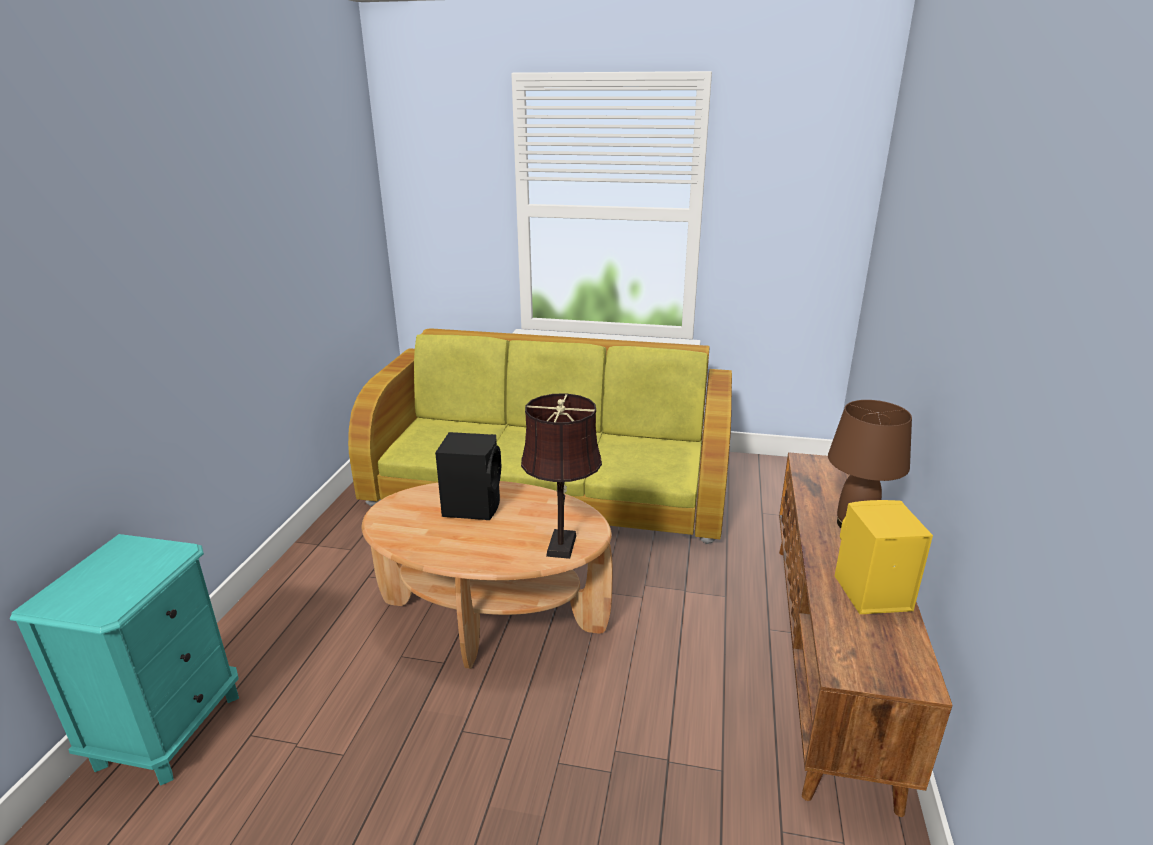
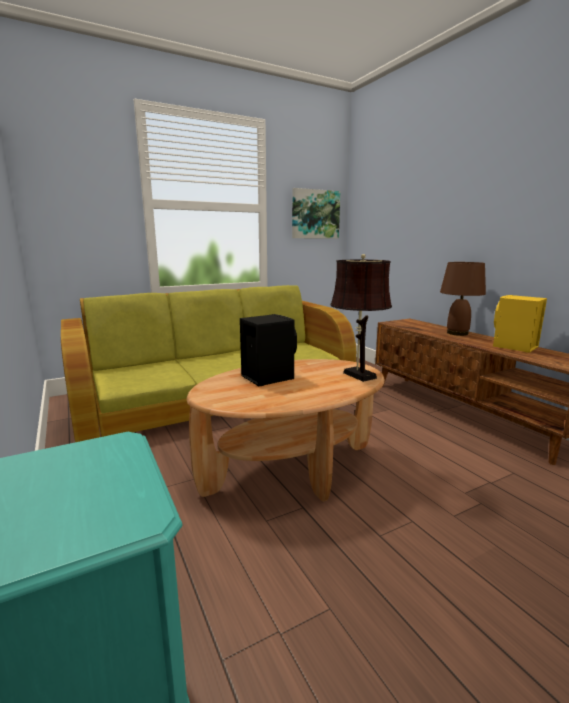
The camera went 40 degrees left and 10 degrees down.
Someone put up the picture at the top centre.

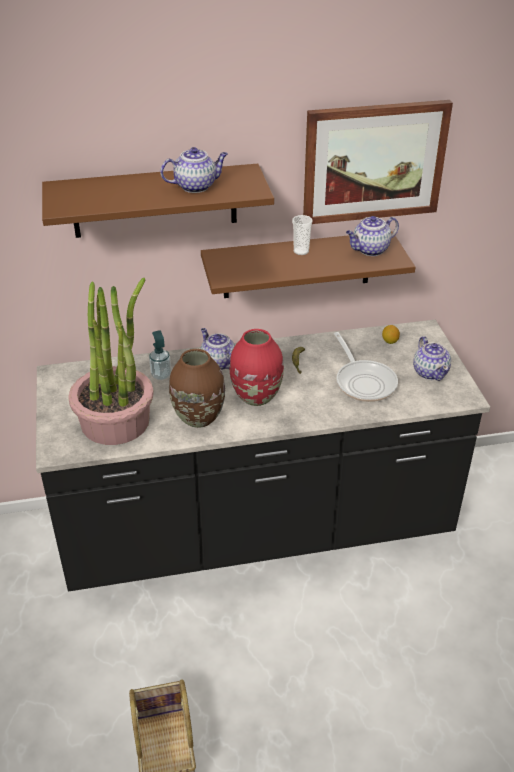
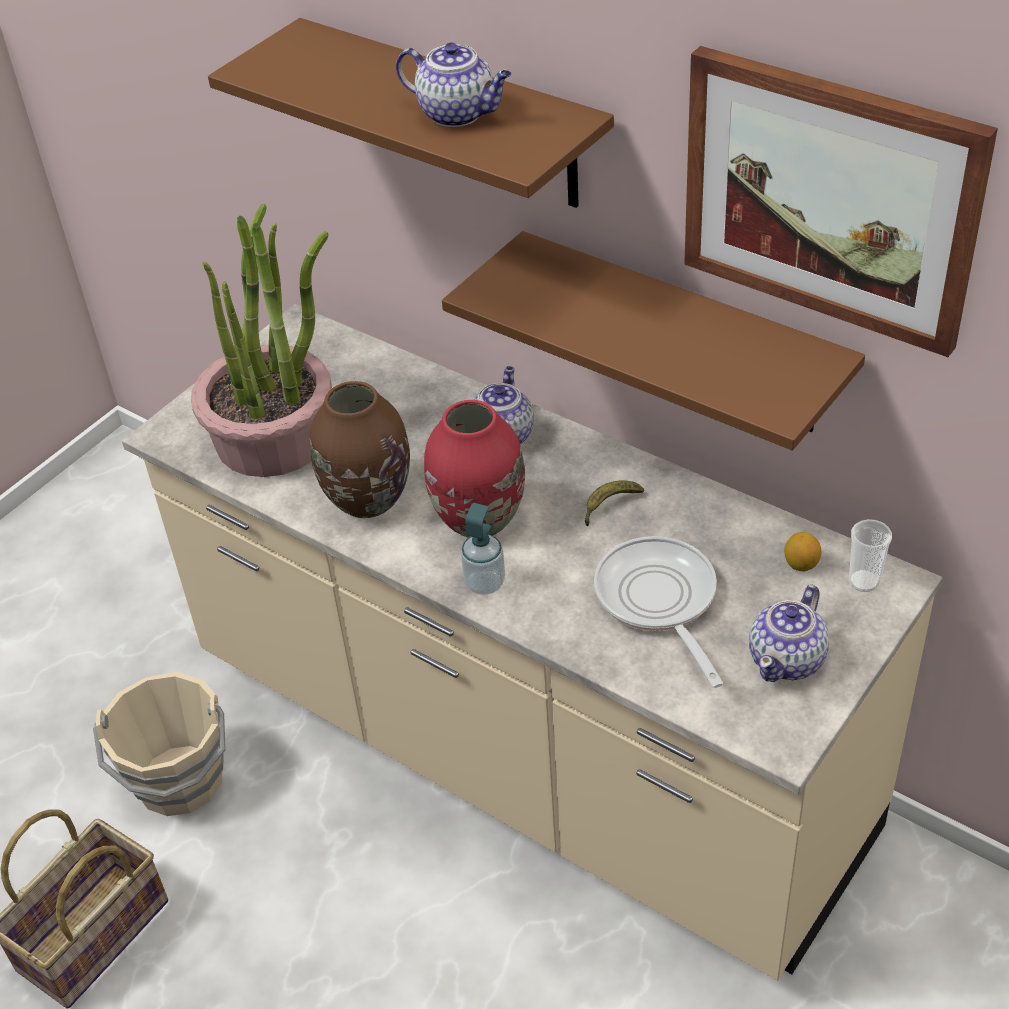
The camera went 50 degrees right and 5 degrees up.
Someone put down the beige_bucket at the bottom left.
Someone repainted the black_counter at the centre, which became the beige_counter at the centre.
Someone carried the soap_dispenser from the middle left to the centre.
Someone rotated the frying_pan at the middle right by 135 degrees clockwise.
Someone carried the cup from the top centre to the middle right.
Someone took away the teapot (no. 3 from left) at the top right.

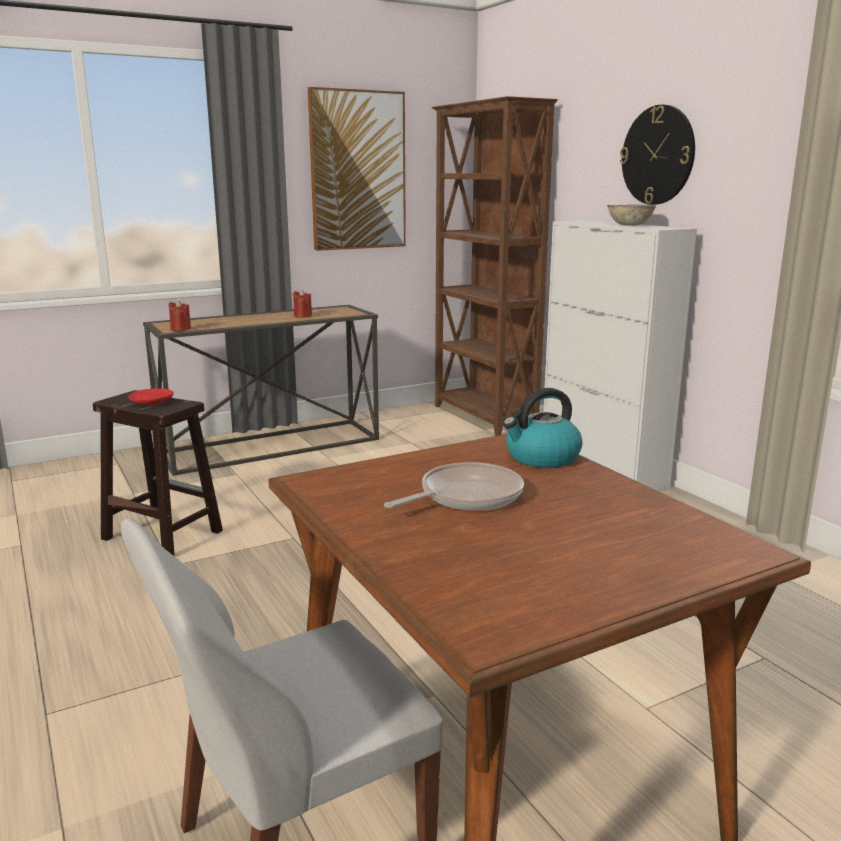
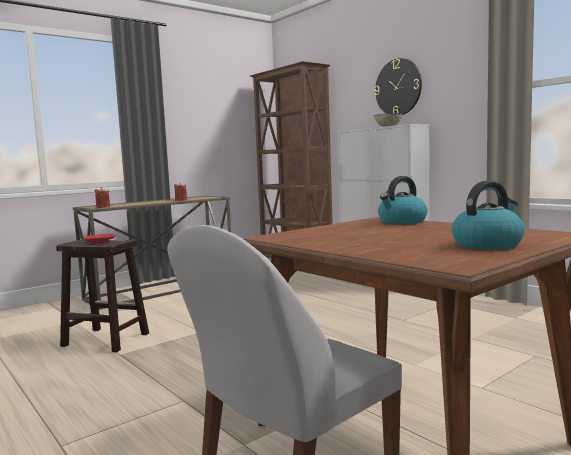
The camera went 10 degrees left and 10 degrees down.
Someone put down the kettle (no. 2 from left) at the middle right.
Someone took away the picture at the top centre.
Someone took away the frying_pan at the centre.

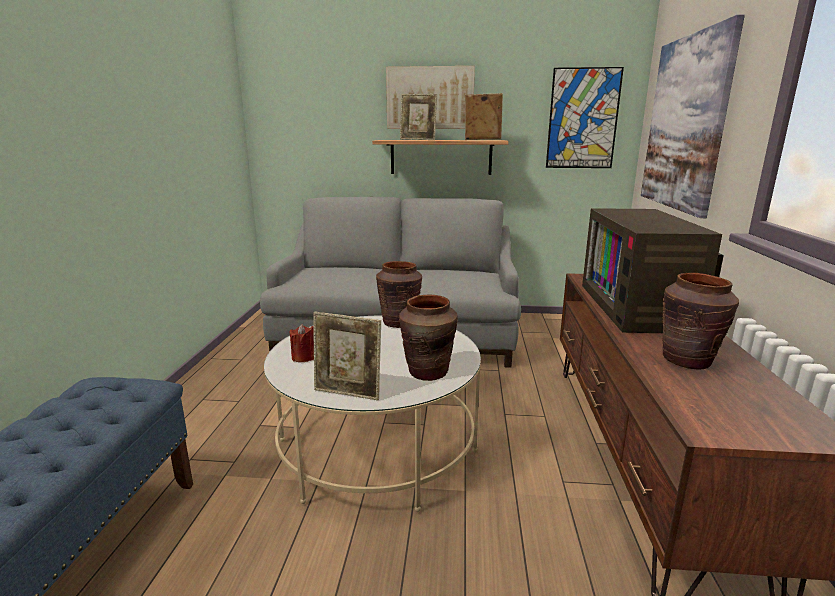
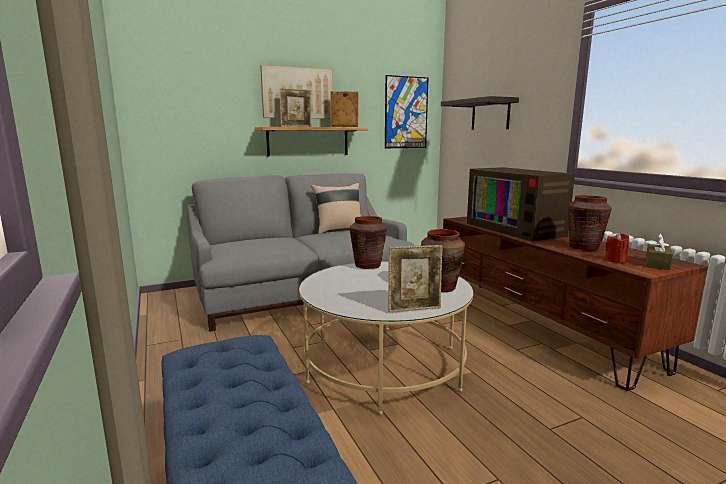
The camera went 30 degrees left and 5 degrees down.
Someone put down the beige_pillow at the centre.
Someone swapped the picture (no. 3 from left) at the top right for the shelf (no. 2 from left) at the top centre.
Someone carried the red_candle from the centre to the middle right.
Someone put down the brown_tissue_box at the middle right.

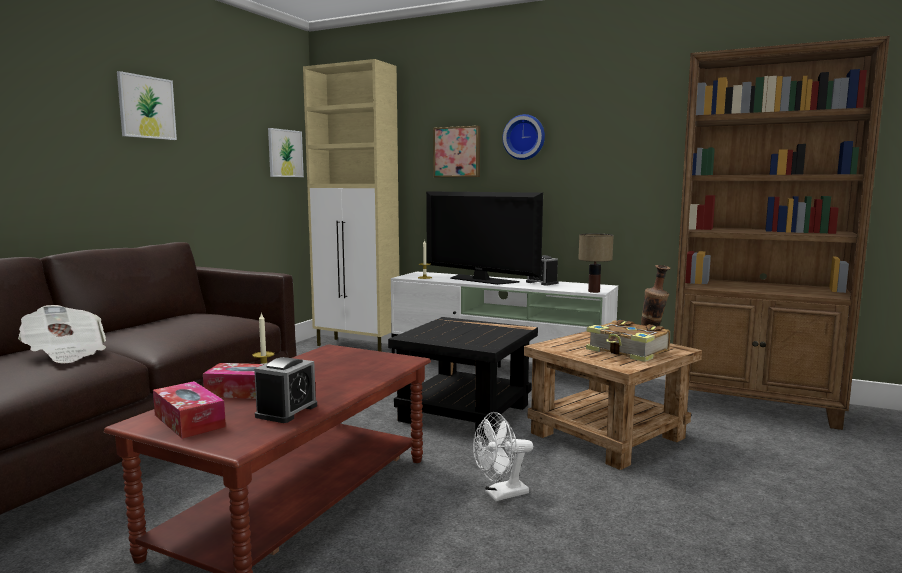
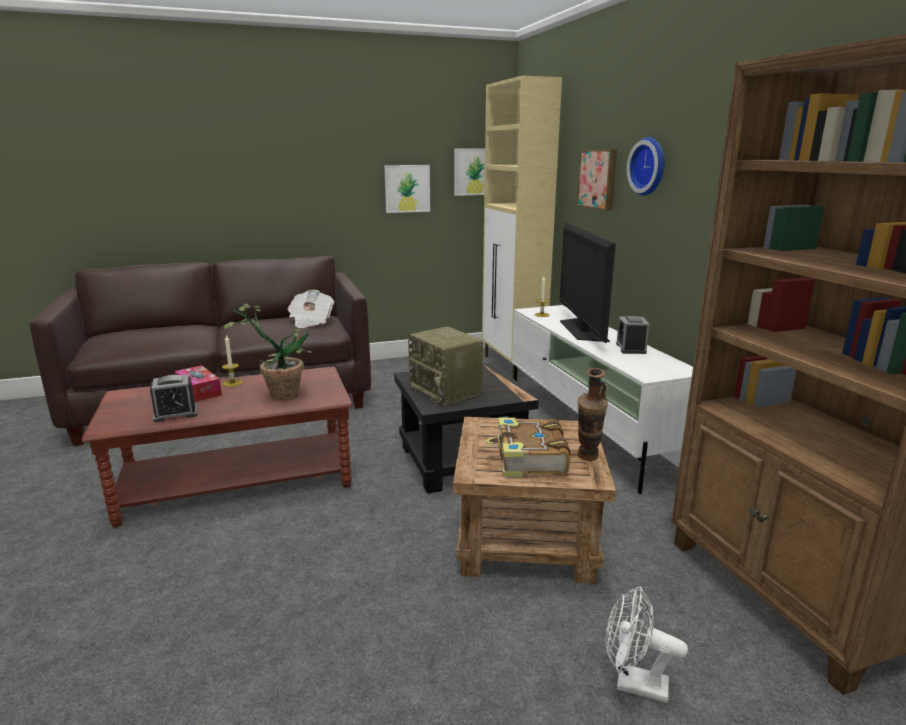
The camera went 45 degrees right and 10 degrees up.
Someone put down the potted_plant at the middle left.
Someone carried the newspaper from the middle left to the centre.
Someone carried the picture (no. 1 from left) from the top left to the top centre.
Someone put down the radio at the centre.
Someone carried the white_fan from the bottom centre to the bottom right.
Someone took away the tissue_box (no. 1 from left) at the bottom left.
Someone took away the table_lamp at the centre.

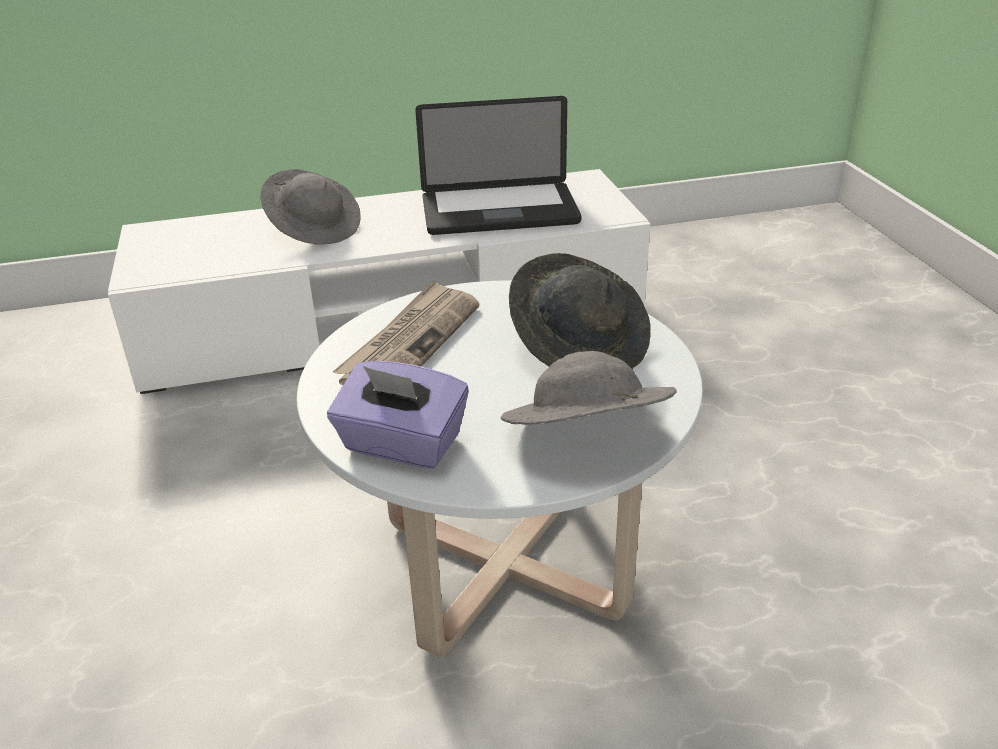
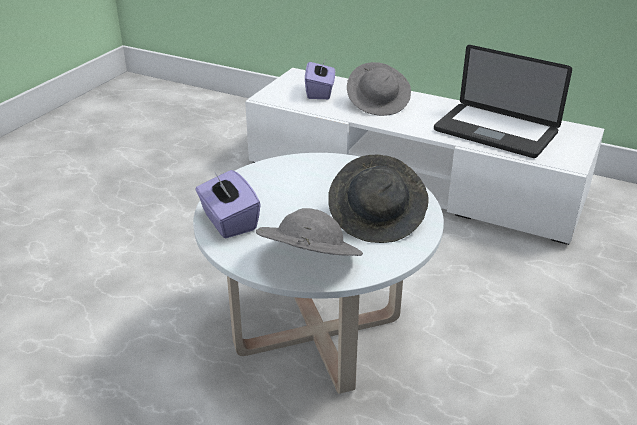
The camera went 40 degrees right and 0 degrees up.
Someone put down the purple_tissue_box (no. 2 from left) at the top centre.
Someone took away the newspaper at the centre.

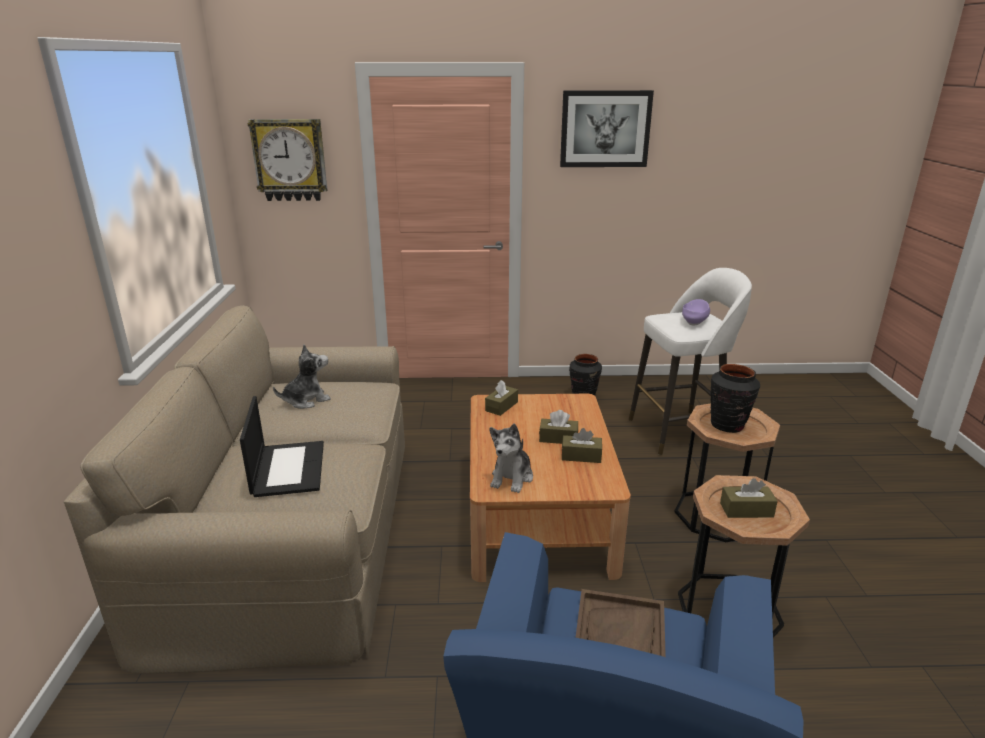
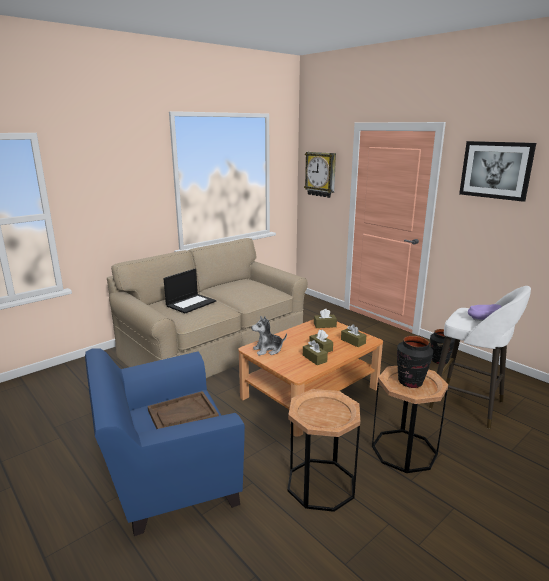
The camera went 50 degrees right and 5 degrees down.
Someone carried the brown_tissue_box (no. 4 from left) from the bottom right to the centre.
Someone took away the plush_toy (no. 1 from left) at the middle left.

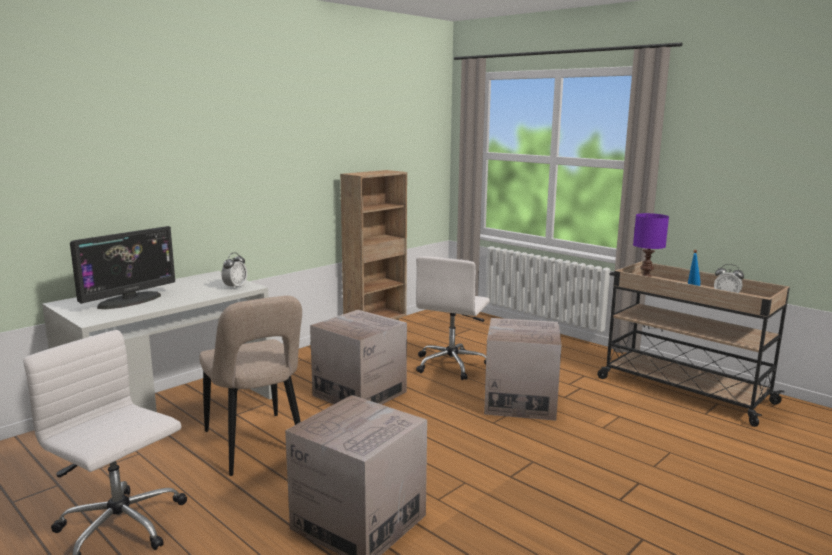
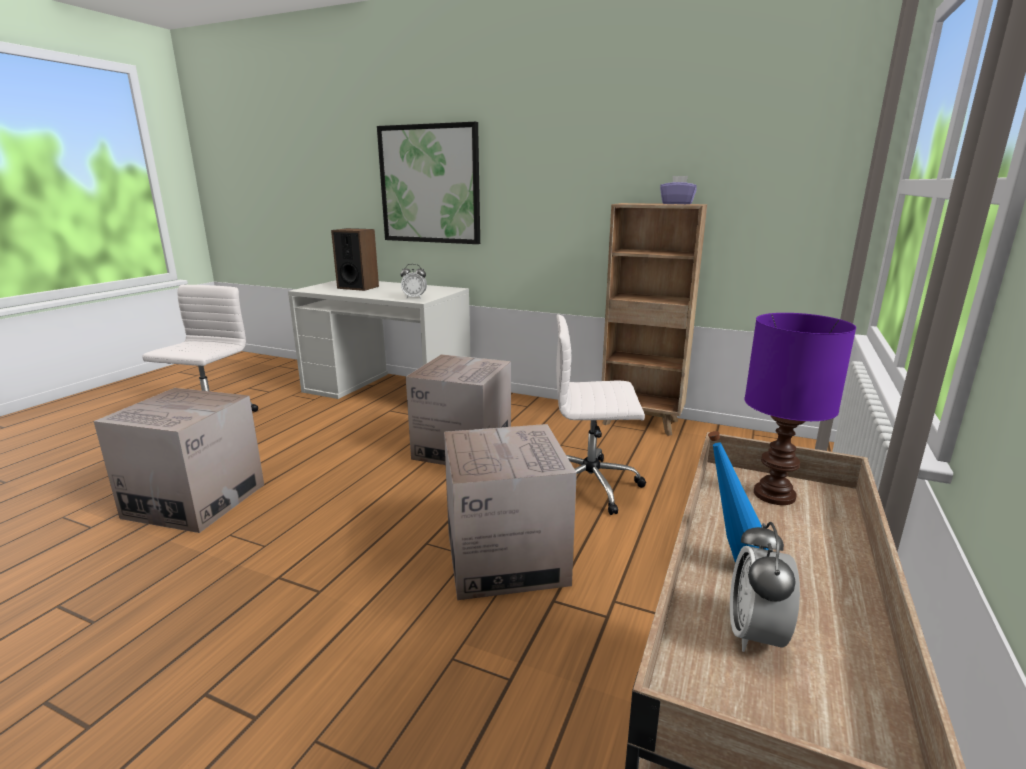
The camera went 70 degrees right and 5 degrees up.
Someone swapped the monitor at the middle left for the speaker at the centre.
Someone put up the picture at the top centre.
Someone put down the purple_tissue_box at the top centre.
Someone took away the beige_chair at the bottom left.

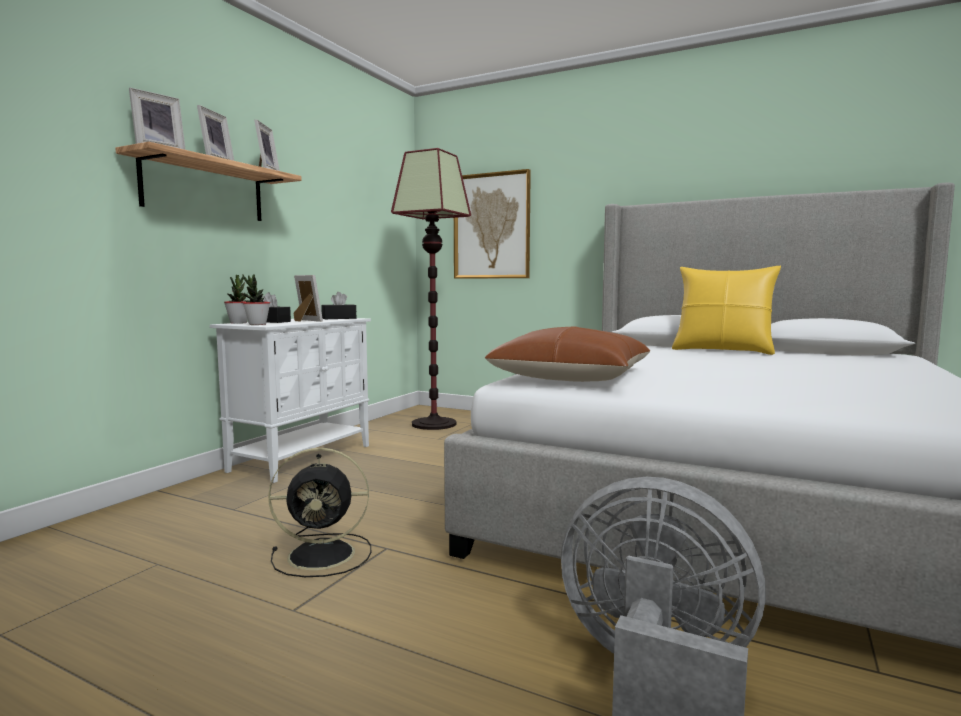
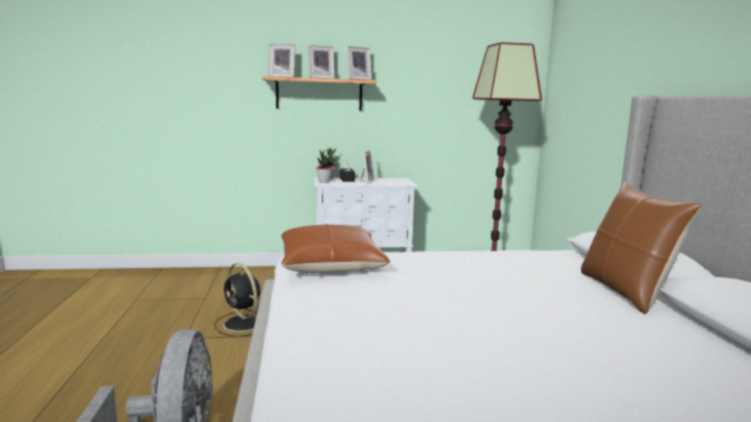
The camera went 55 degrees right and 5 degrees up.
Someone repainted the yellow_pillow at the middle right, which became the brown_pillow (no. 2 from left) at the middle right.
Someone took away the black_tissue_box (no. 2 from left) at the centre.
Someone took away the picture at the top centre.

